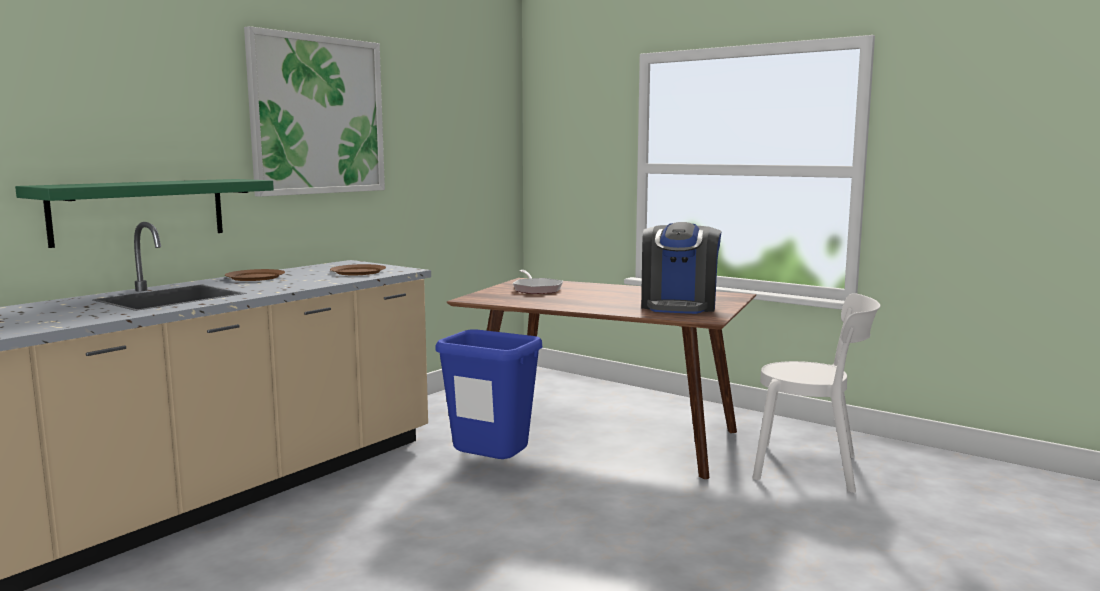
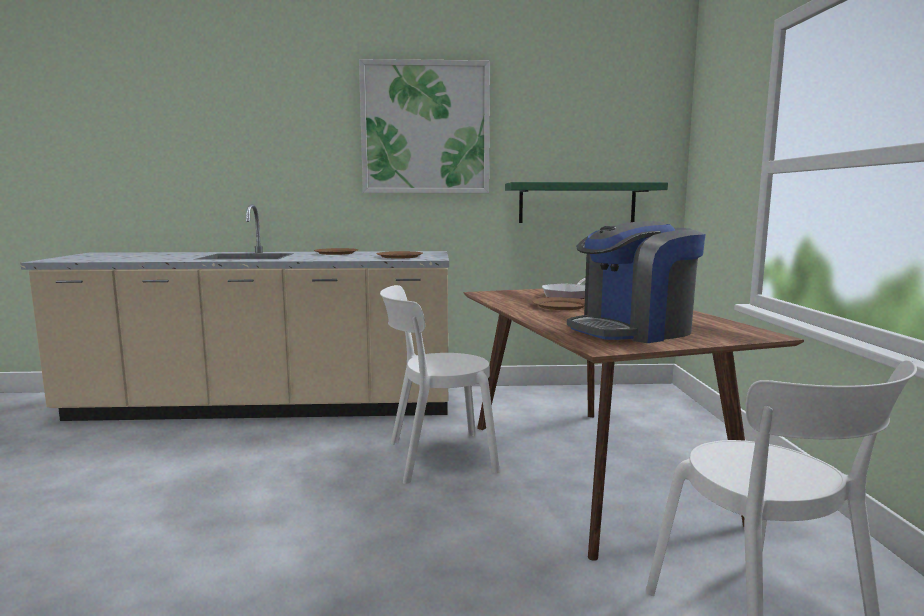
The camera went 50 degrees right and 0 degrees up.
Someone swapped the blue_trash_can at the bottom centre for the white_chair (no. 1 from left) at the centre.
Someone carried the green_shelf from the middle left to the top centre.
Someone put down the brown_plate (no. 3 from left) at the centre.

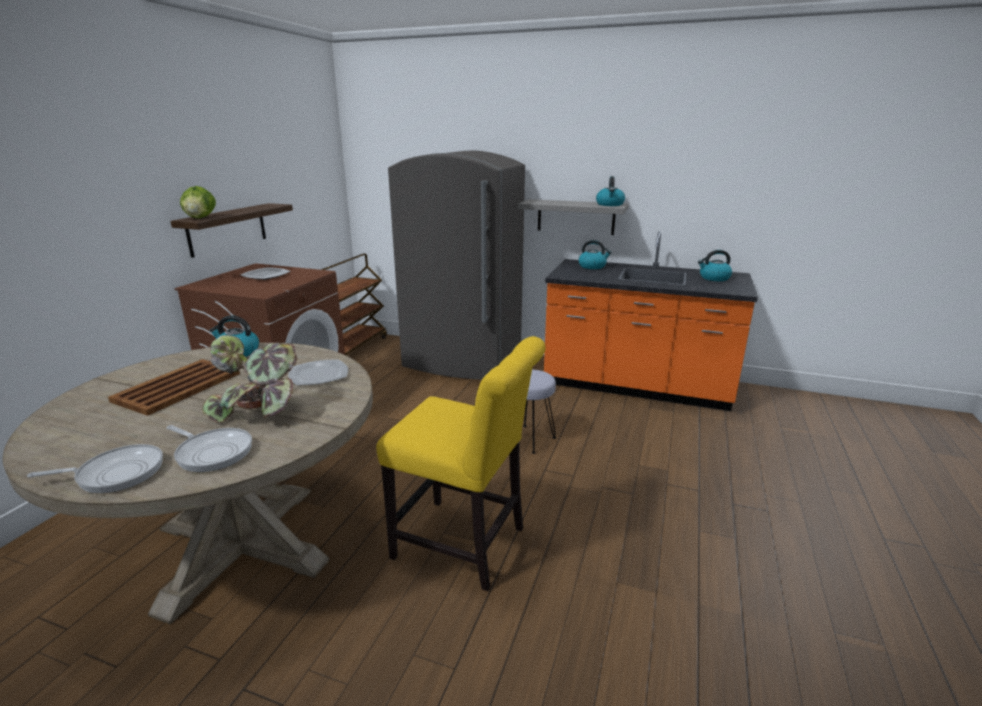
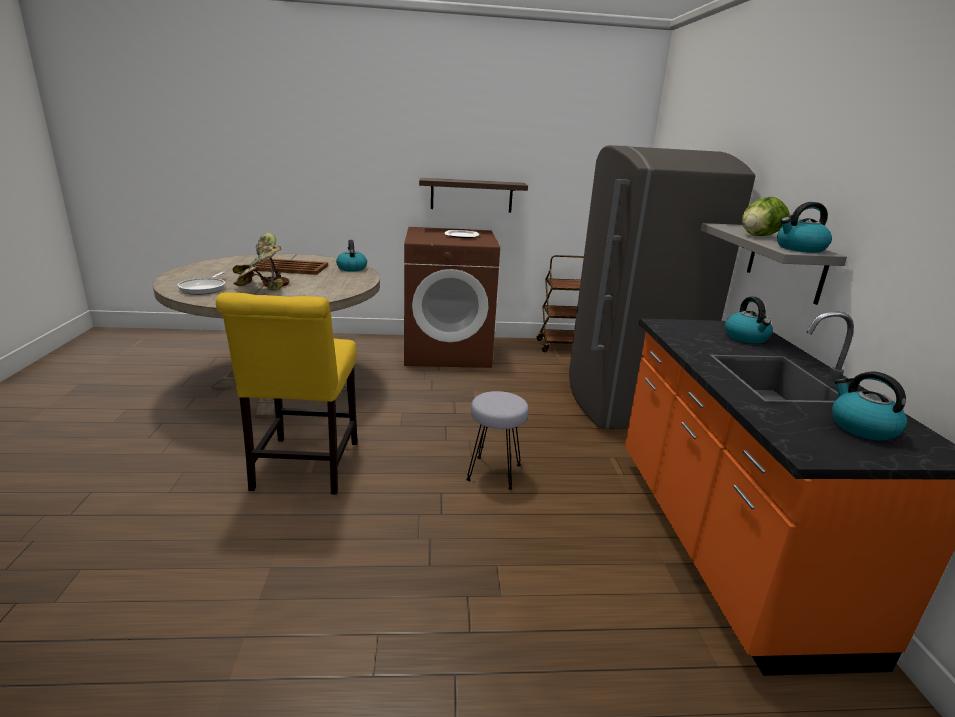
The camera went 65 degrees right and 0 degrees up.
Someone carried the lettuce from the top left to the top right.
Someone took away the frying_pan (no. 1 from left) at the middle left.
Someone took away the plate (no. 2 from left) at the middle left.

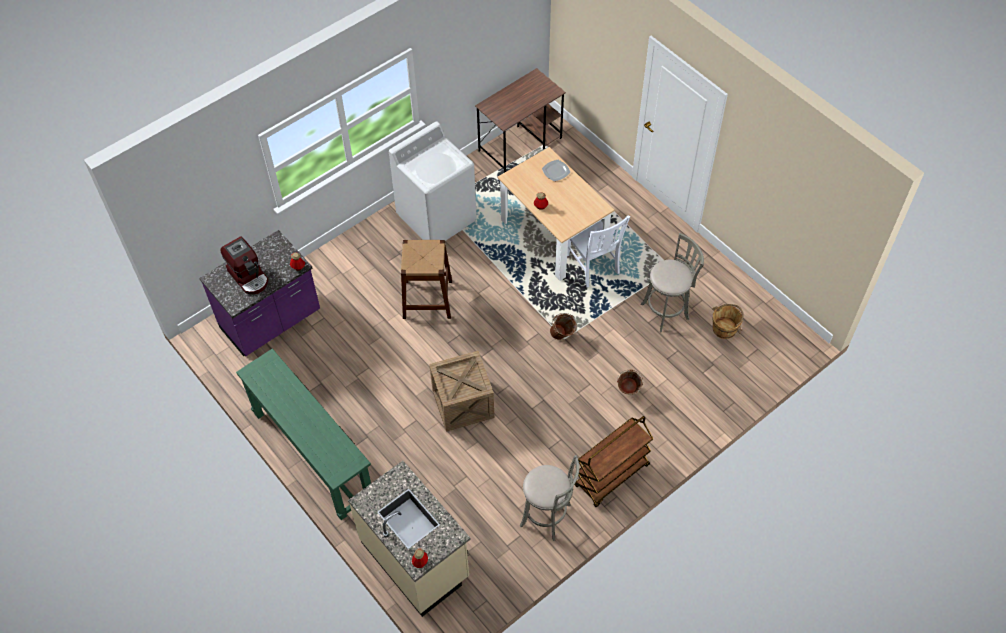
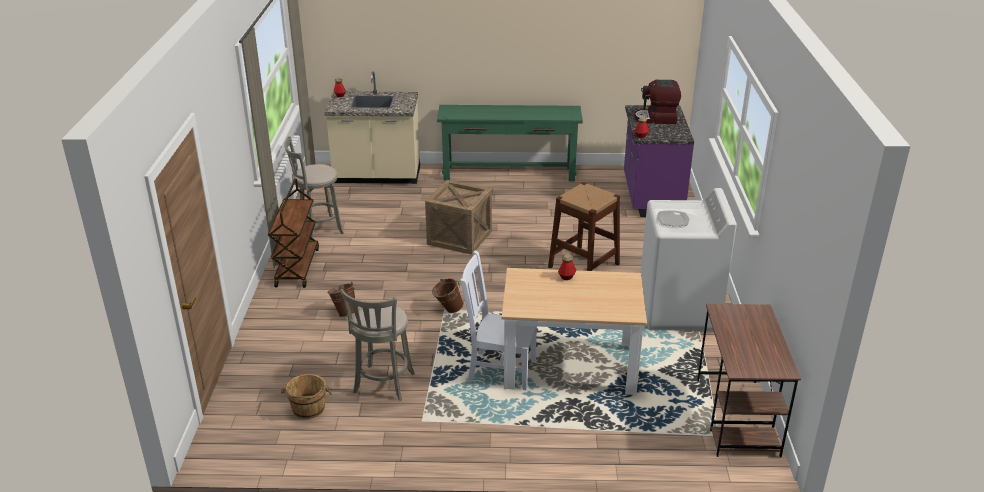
The camera went 130 degrees right and 25 degrees down.
Someone carried the plate from the top centre to the middle right.

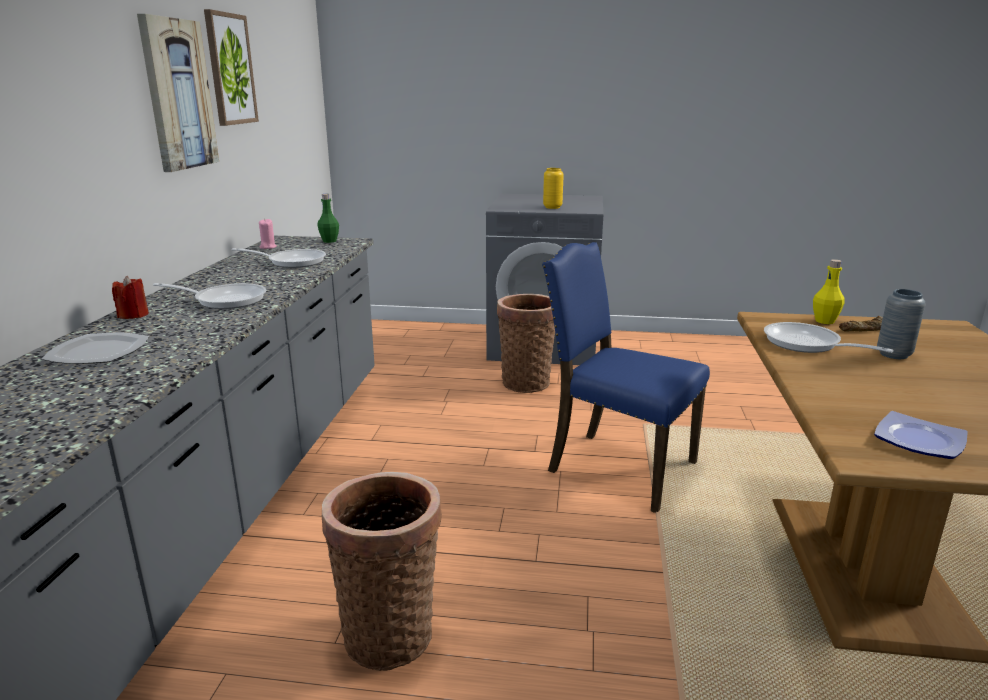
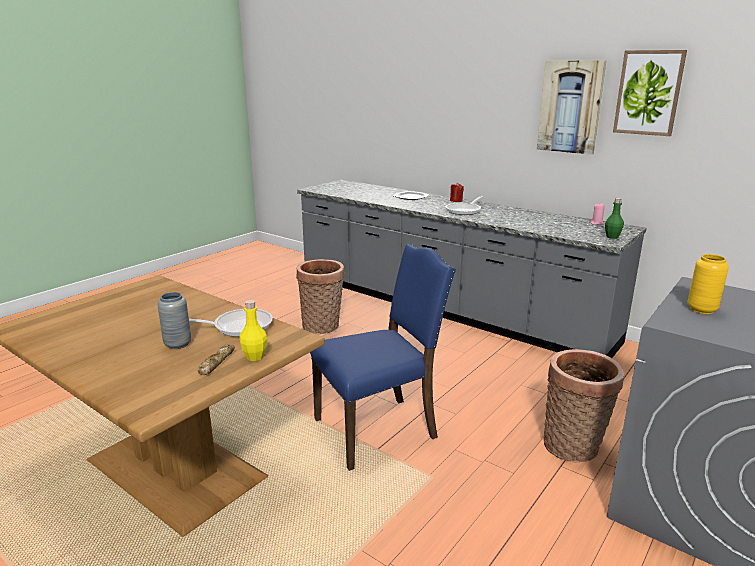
The camera went 120 degrees right and 0 degrees up.
Someone took away the frying_pan (no. 2 from left) at the middle left.
Someone took away the plate (no. 2 from left) at the middle right.

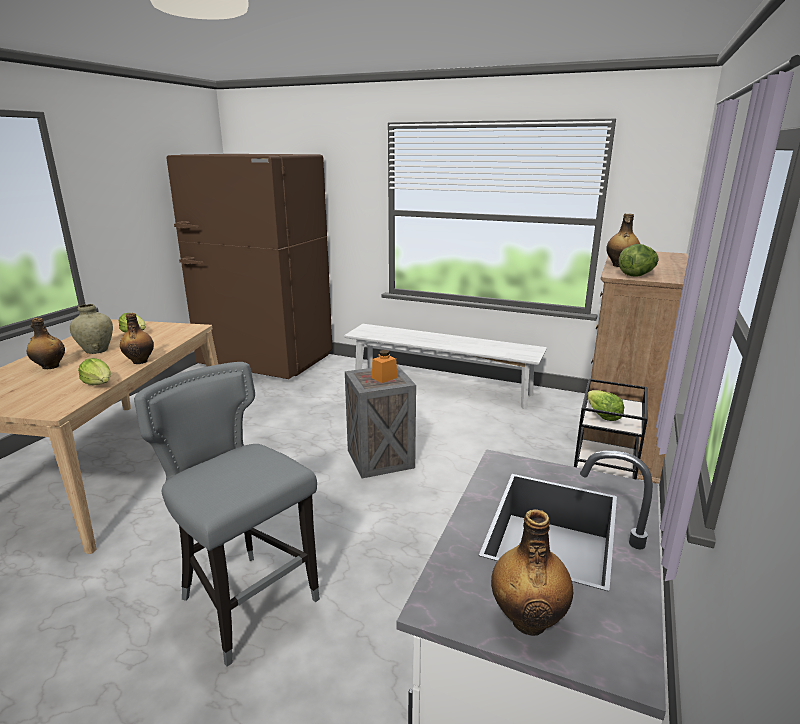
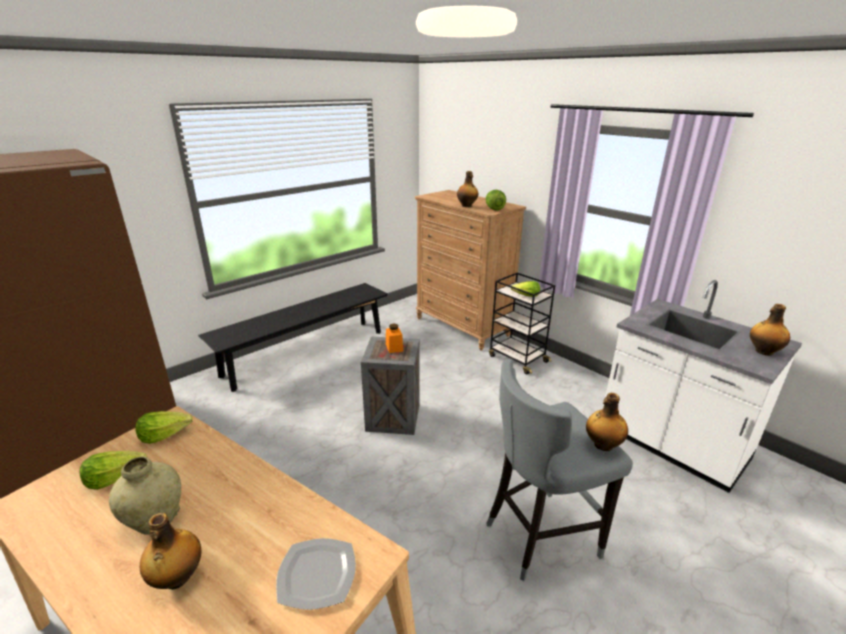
The camera went 65 degrees left and 5 degrees up.
Someone carried the lettuce (no. 1 from left in the first image) from the middle left to the bottom left.
Someone repainted the white_bench at the centre, which became the black_bench at the centre.
Someone put down the plate at the bottom centre.
Someone carried the bottle (no. 2 from left in the first image) from the middle left to the middle right.

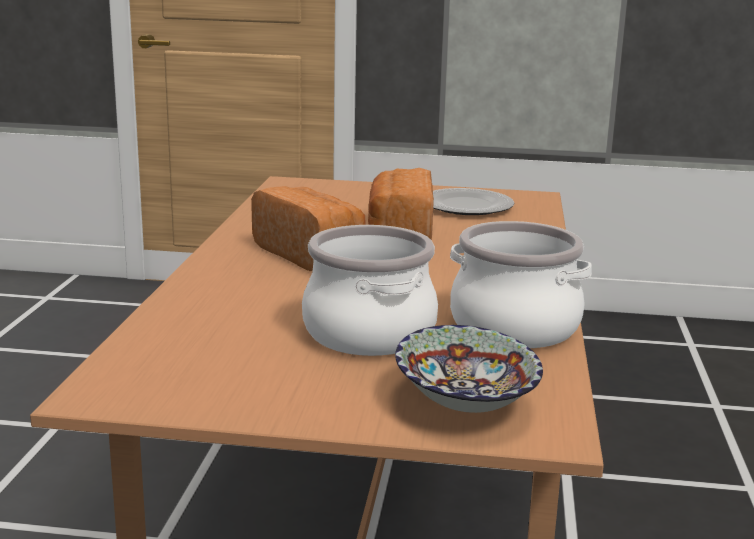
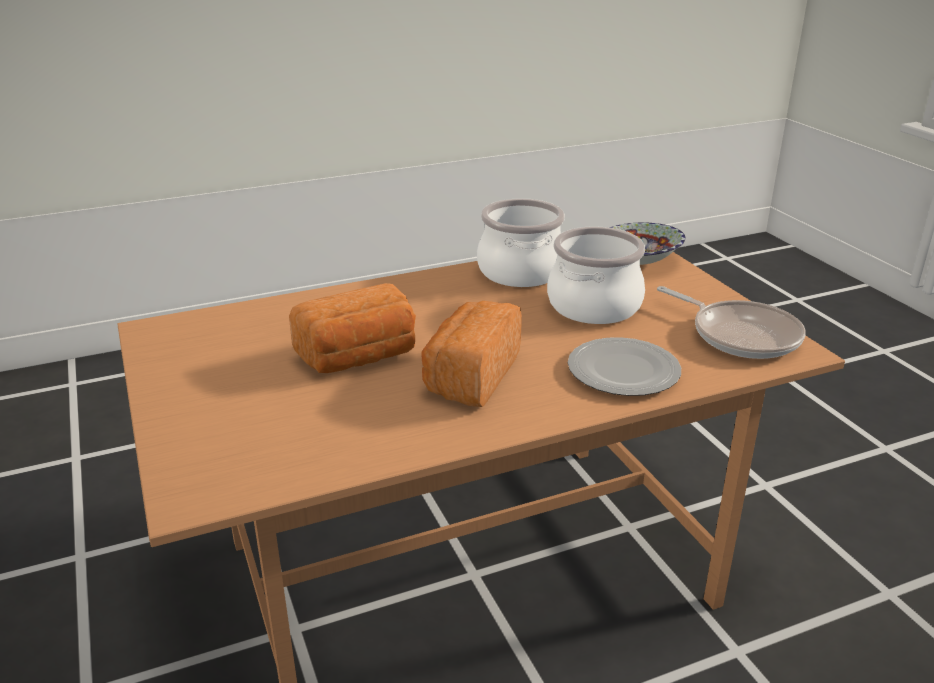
The camera went 120 degrees left and 10 degrees up.
Someone carried the plate from the centre to the middle right.
Someone put down the frying_pan at the middle right.

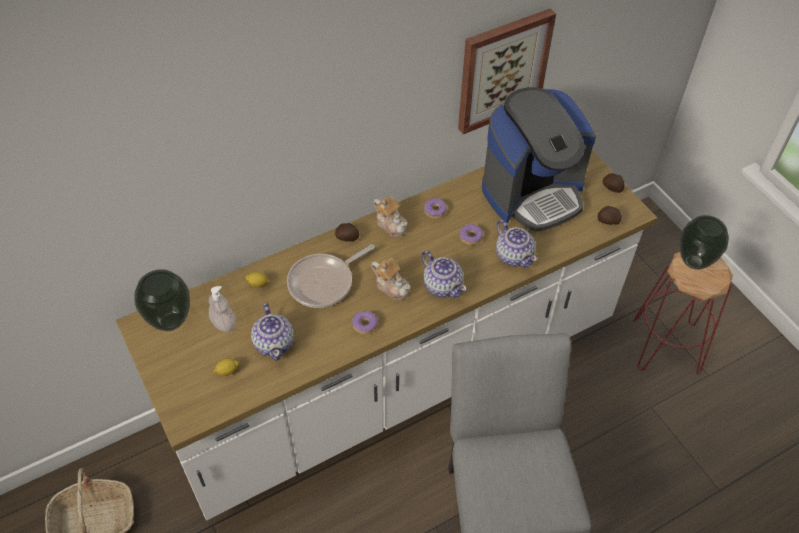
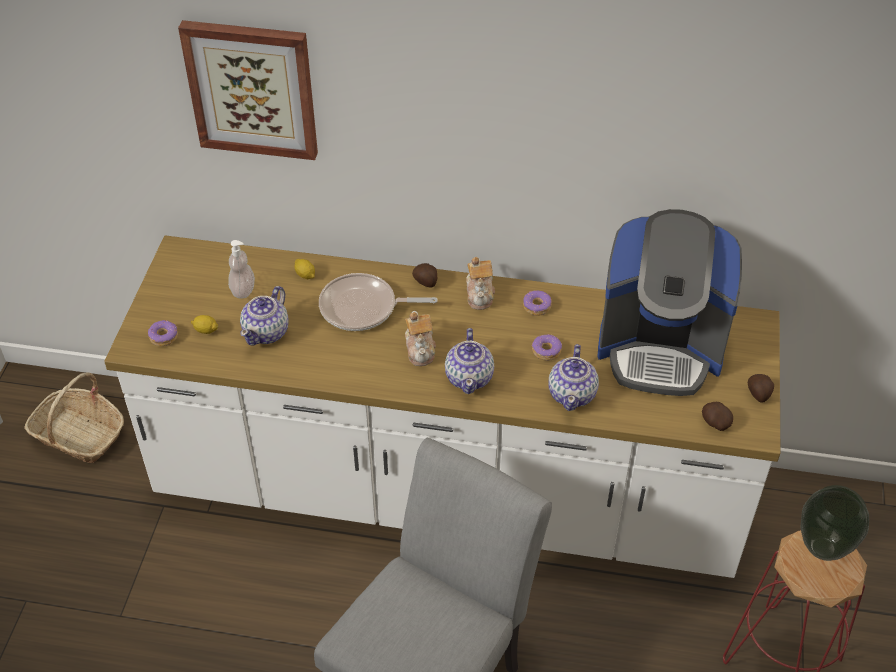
The camera went 40 degrees right and 5 degrees down.
Someone carried the donut (no. 1 from left) from the centre to the middle left.
Someone carried the picture from the top centre to the top left.
Someone took away the vase (no. 1 from left) at the middle left.

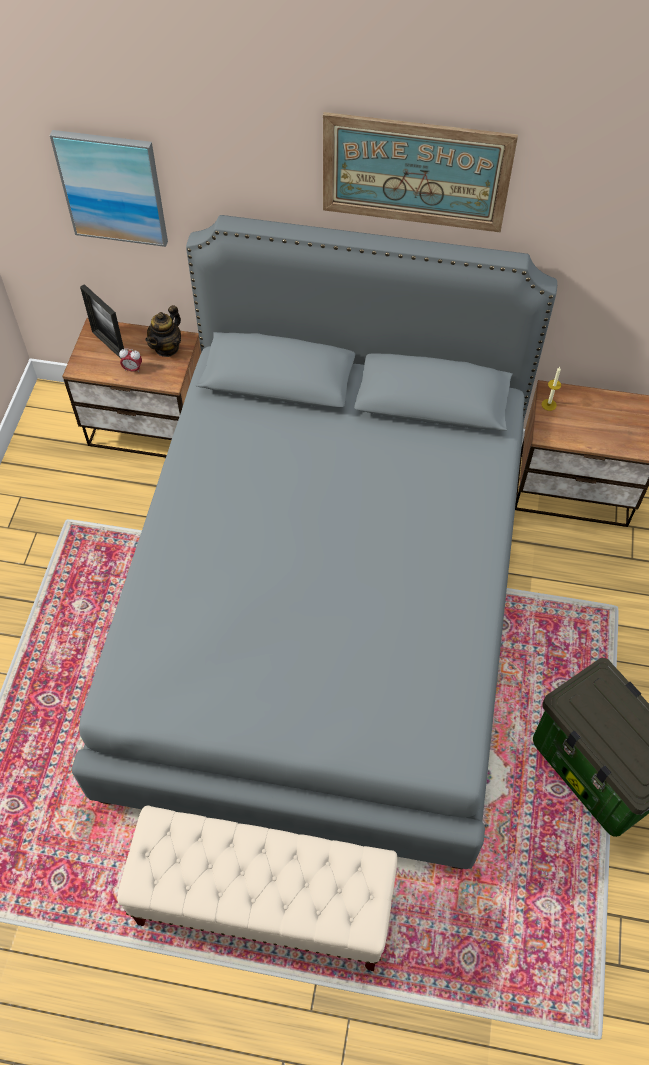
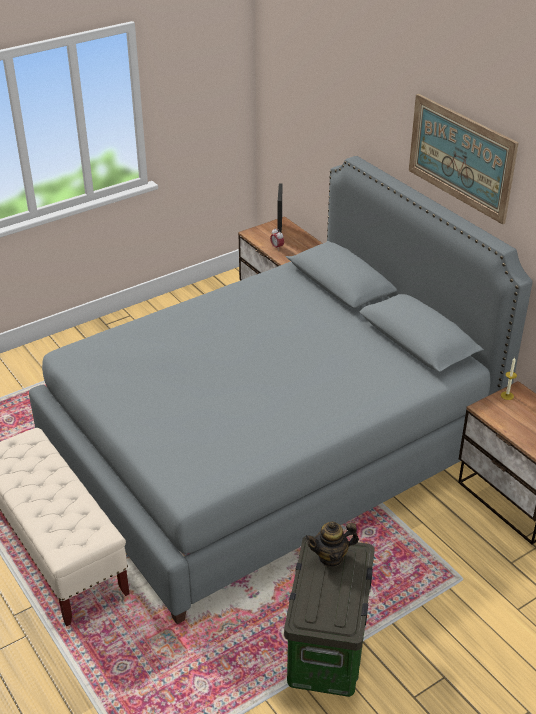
The camera went 45 degrees right and 20 degrees down.
Someone carried the teapot from the top left to the bottom centre.
Someone took away the picture (no. 1 from left) at the top left.

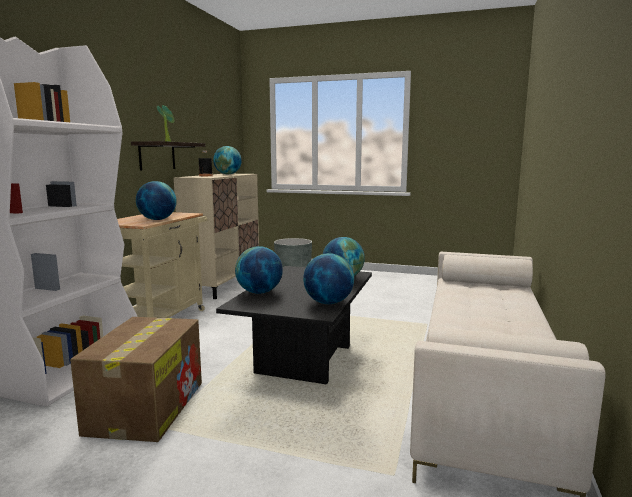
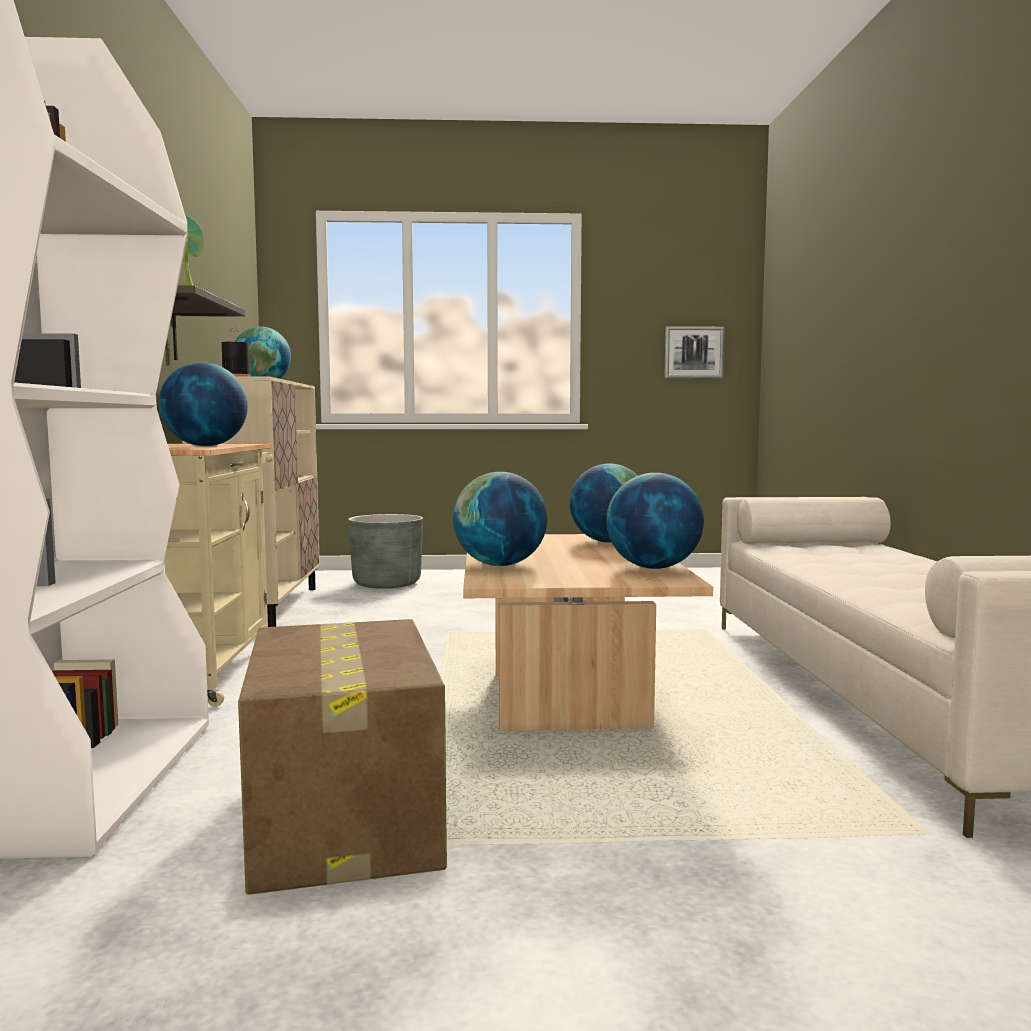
The camera went 20 degrees left and 5 degrees down.
Someone repainted the black_coffee_table at the centre, which became the beige_coffee_table at the centre.
Someone put up the picture at the middle right.

